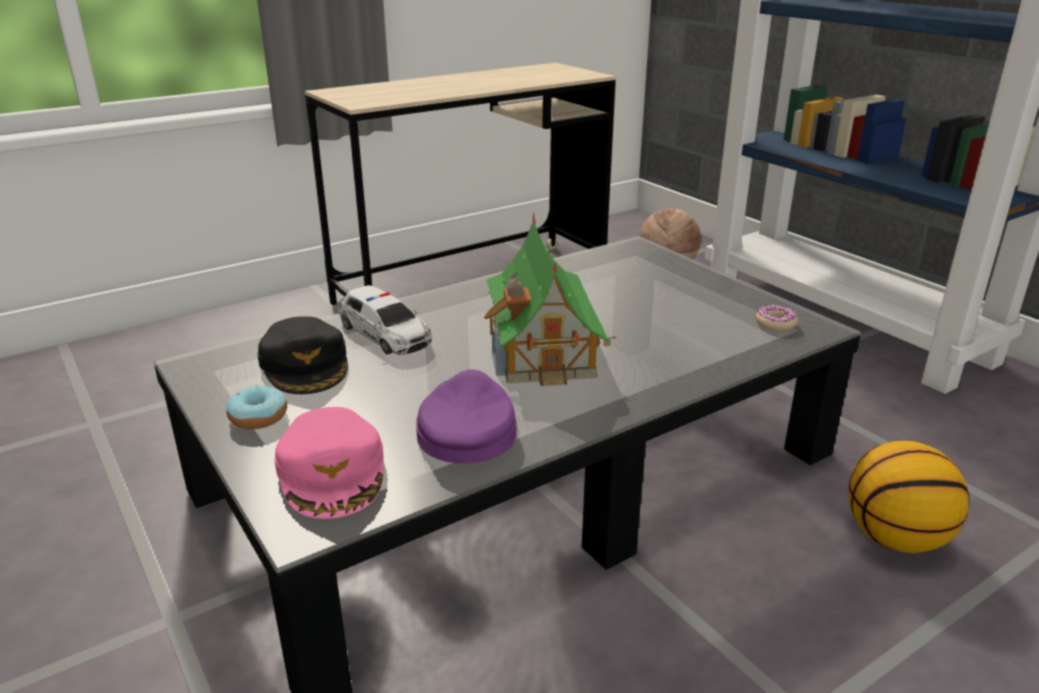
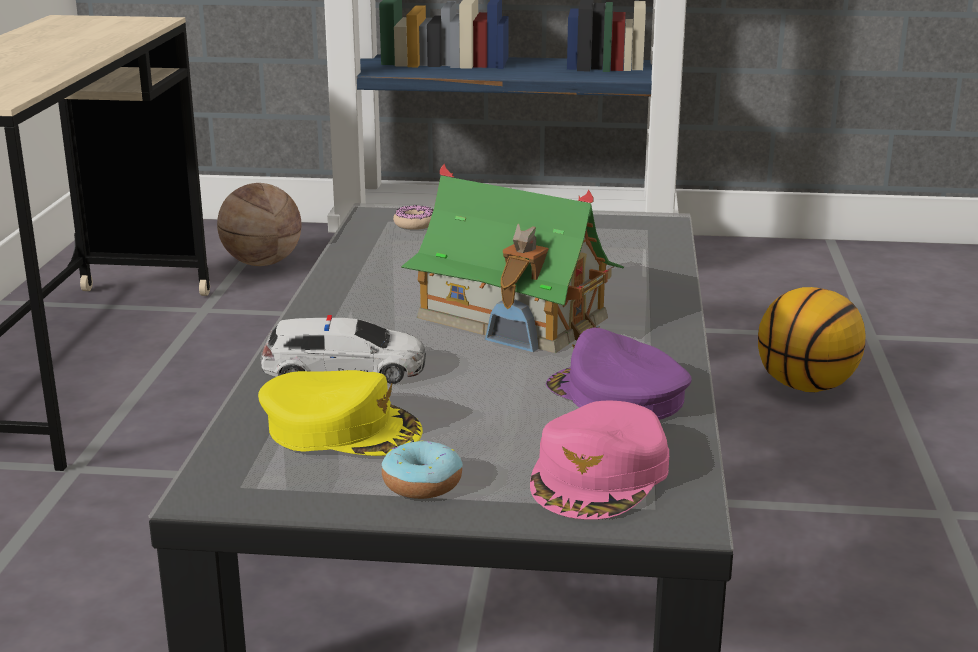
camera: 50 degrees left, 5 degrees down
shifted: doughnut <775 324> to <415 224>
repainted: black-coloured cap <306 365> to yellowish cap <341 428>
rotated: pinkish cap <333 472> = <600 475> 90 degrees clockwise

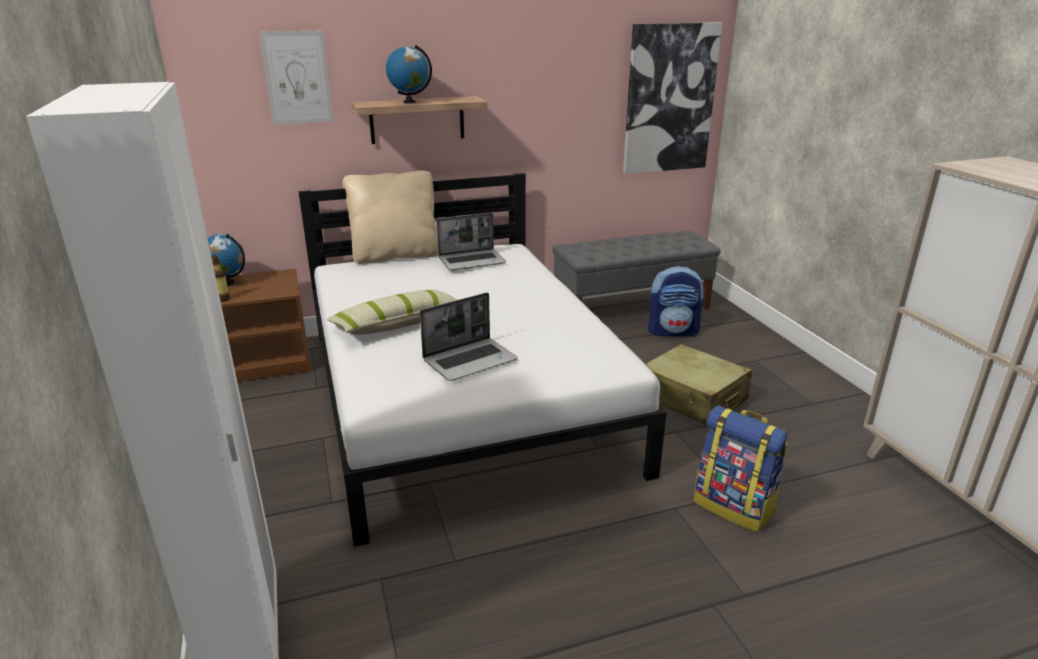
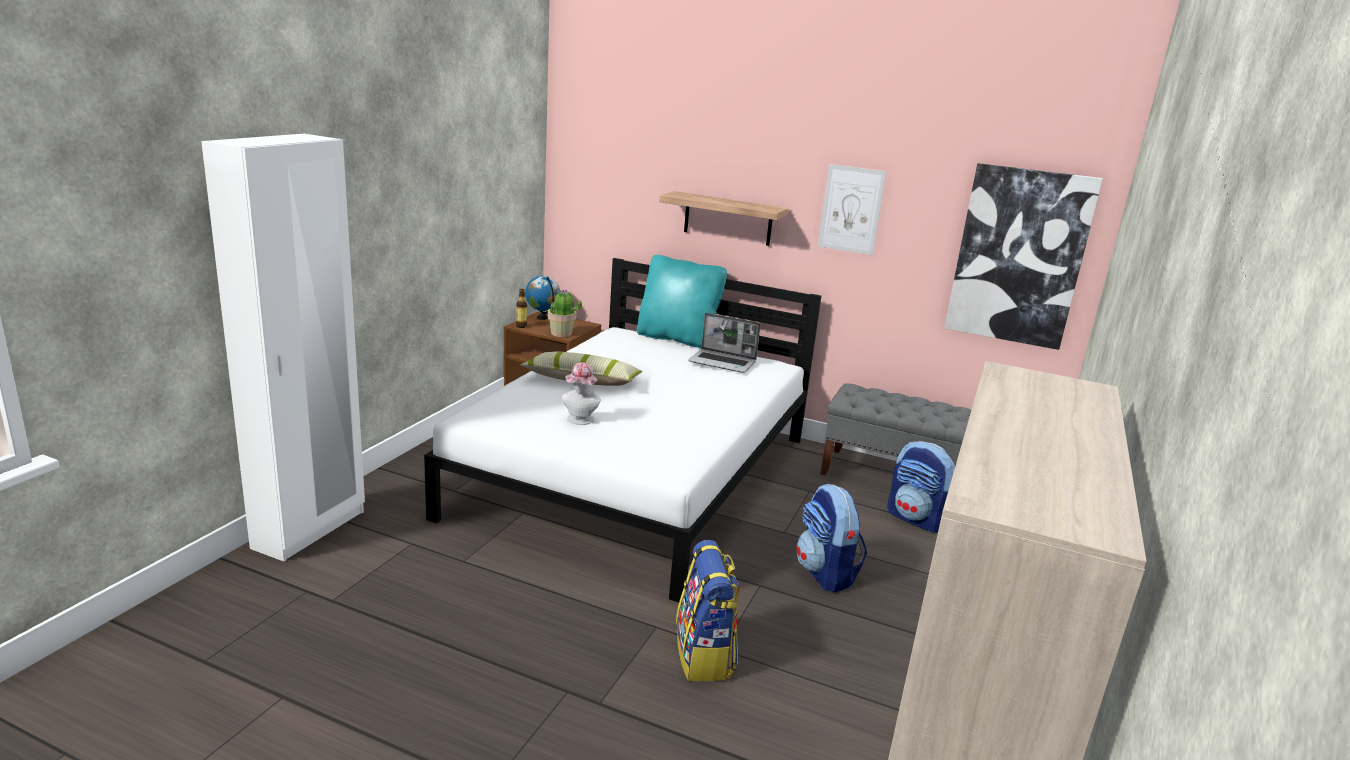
camera: 40 degrees right, 5 degrees down
gone: desk globe <409 102>
new: houseplant <561 334>
shifted: wall picture <297 78> to <851 209>
swapped: laptop <470 360> to hat <580 420>; sand-coloured travel case <692 398> to backpack <826 573>
repainted: sand-coloured throw pillow <395 255> to turquoise throw pillow <677 339>

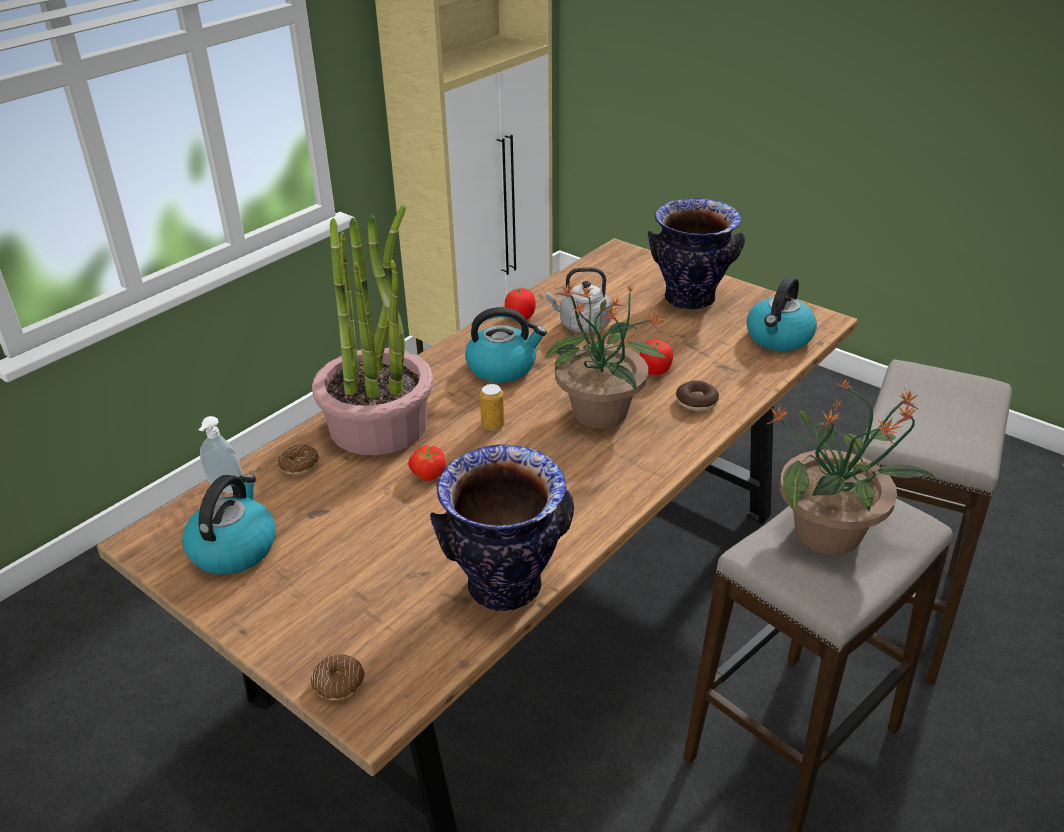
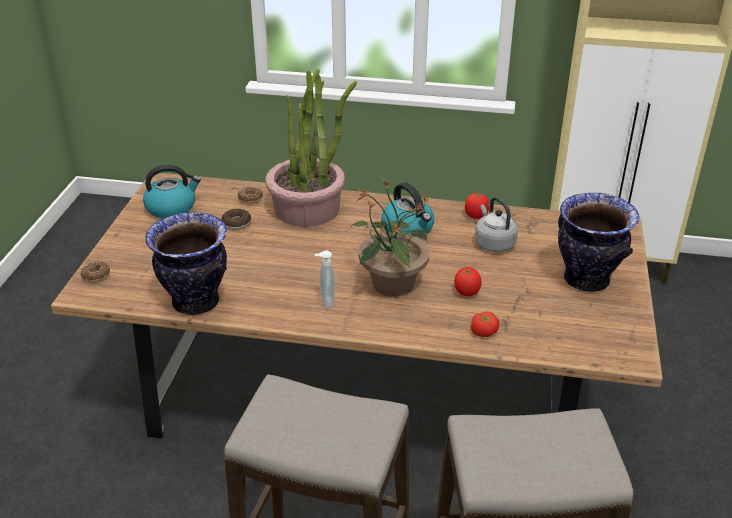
camera: 60 degrees right, 0 degrees up
gone: sealed can <492 425>; tea kettle <779 338>; houseplant <830 533>
shifted: doughnut <696 402> to <236 223>; soap dispenser <225 489> to <326 302>; whole tomato <428 473> to <483 331>

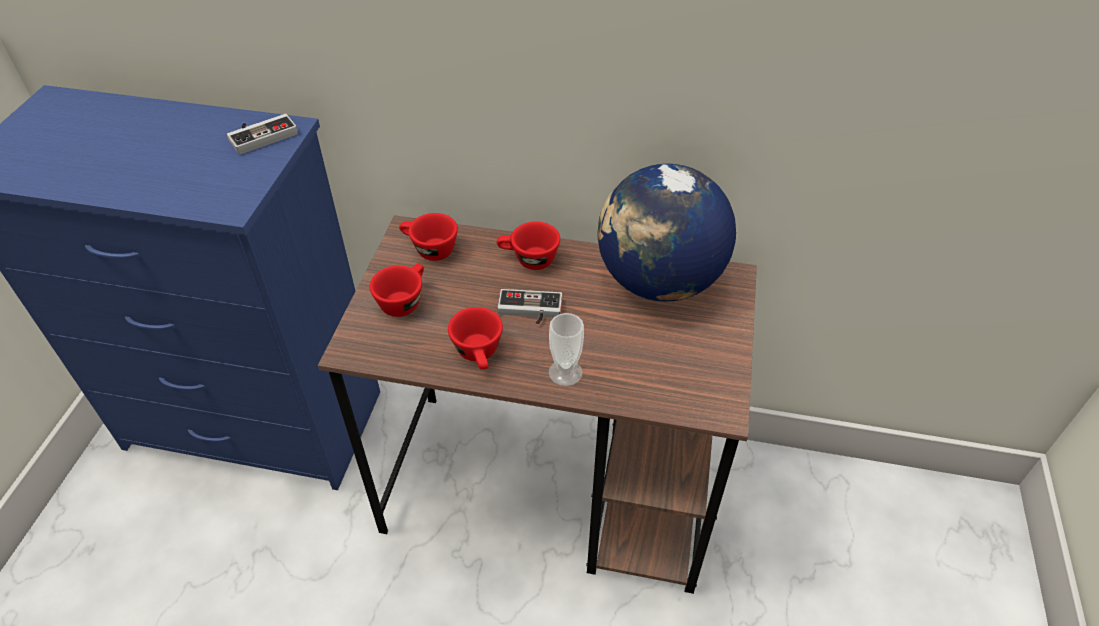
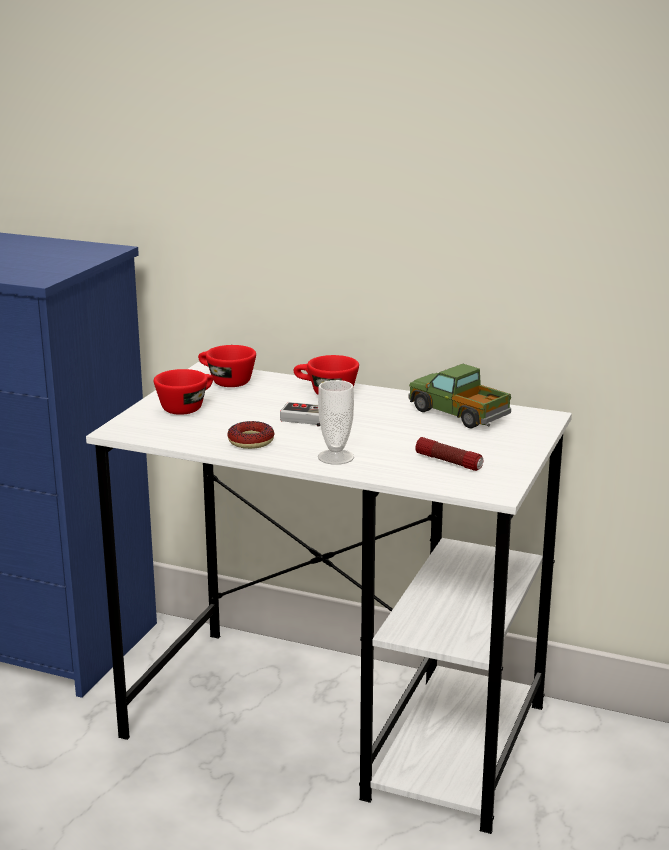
camera: 10 degrees right, 25 degrees down
gone: joypad <261 134>
new: flashlight <449 462>
swapped: red-coloured cup <479 355> to doughnut <251 441>; desk globe <658 282> to toy lorry <458 414>
repainted: brownish desk <552 487> to white-coloured desk <338 722>

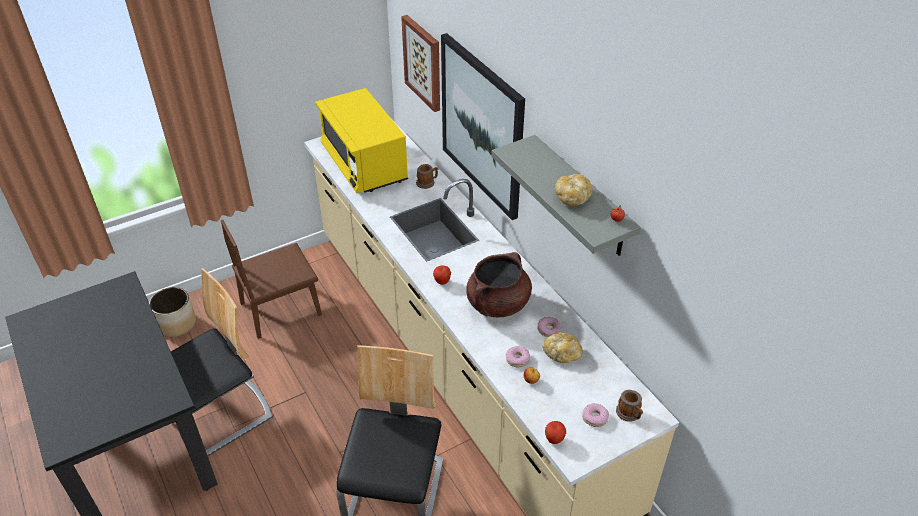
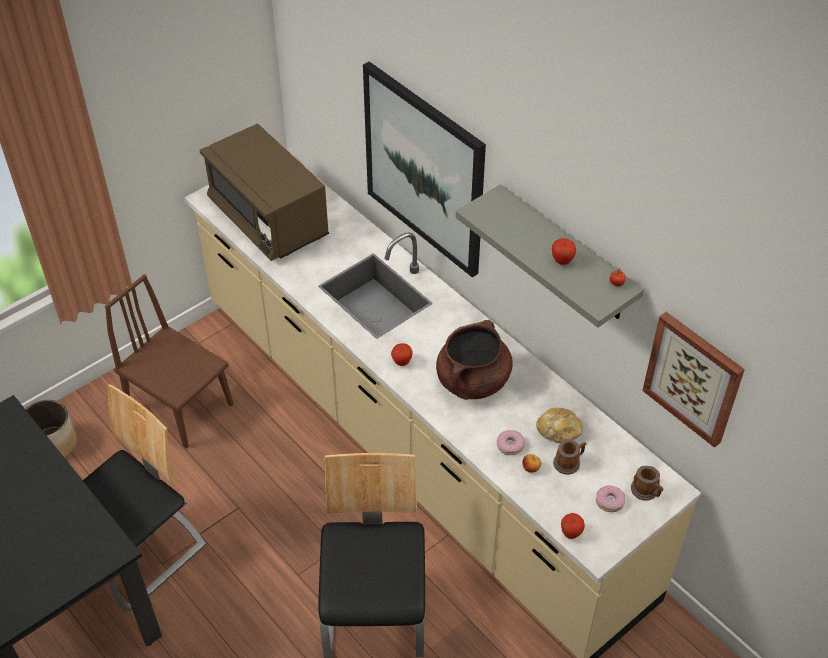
camera: 10 degrees left, 5 degrees up
gone: doughnut <548 329>
shifted: mug <427 182> to <569 462>; wall picture <423 62> to <693 378>
swapped: bakery bread <572 197> to apple fruit <562 261>
repainted: yellowish microwave <364 164> to brownish microwave <268 219>
rotated: brownish chair <281 309> = <180 406> 75 degrees clockwise

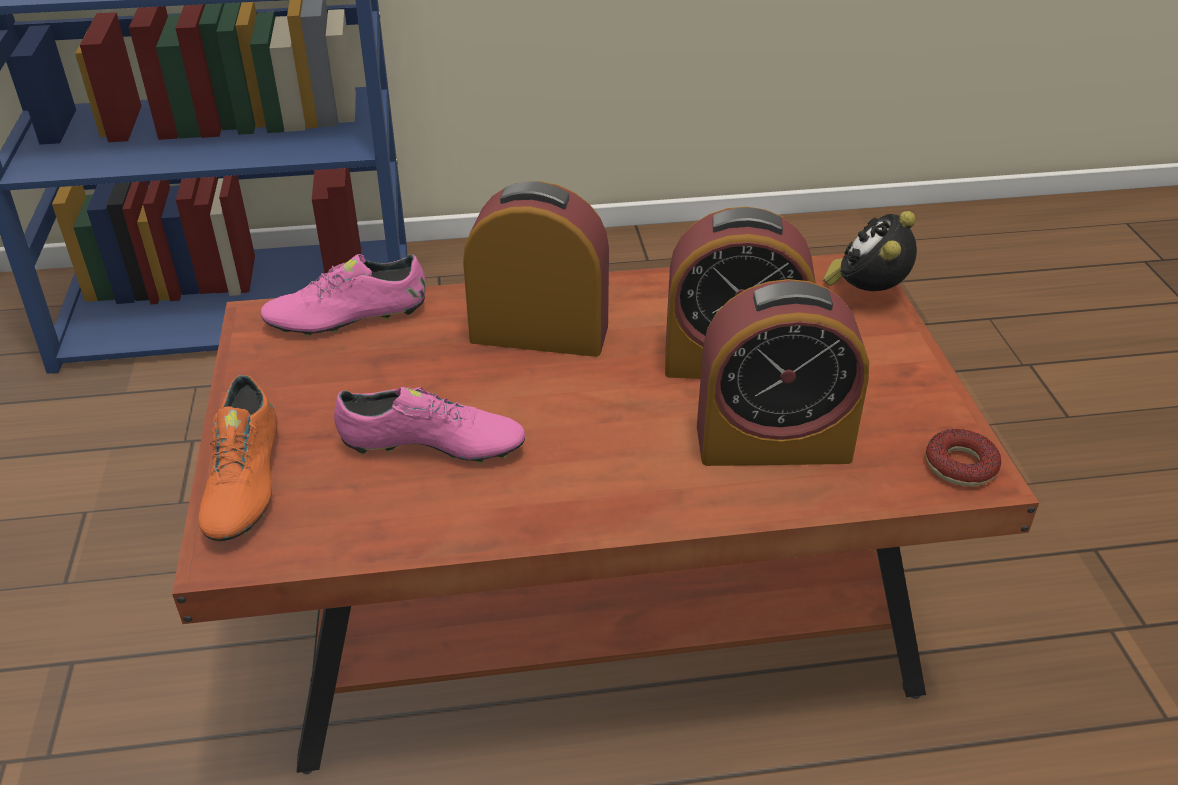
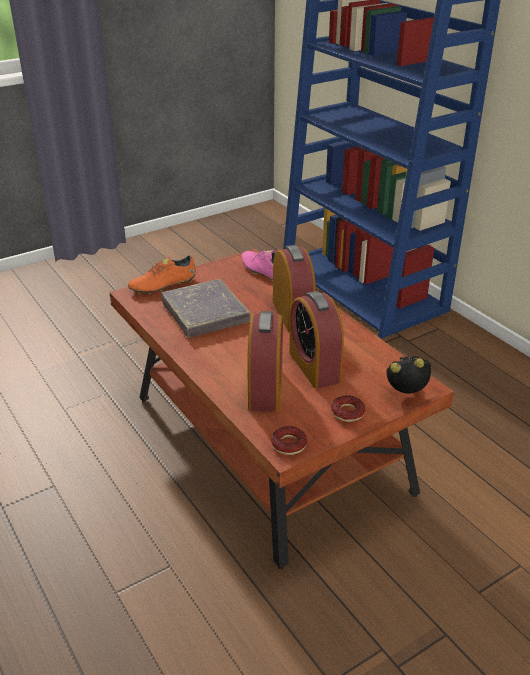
camera: 65 degrees right, 5 degrees down
new: doughnut <347 412>
swapped: pinkish item of footwear <432 447> to grey volume <205 313>
rotated: alarm clock <773 443> = <265 389> 150 degrees counterclockwise

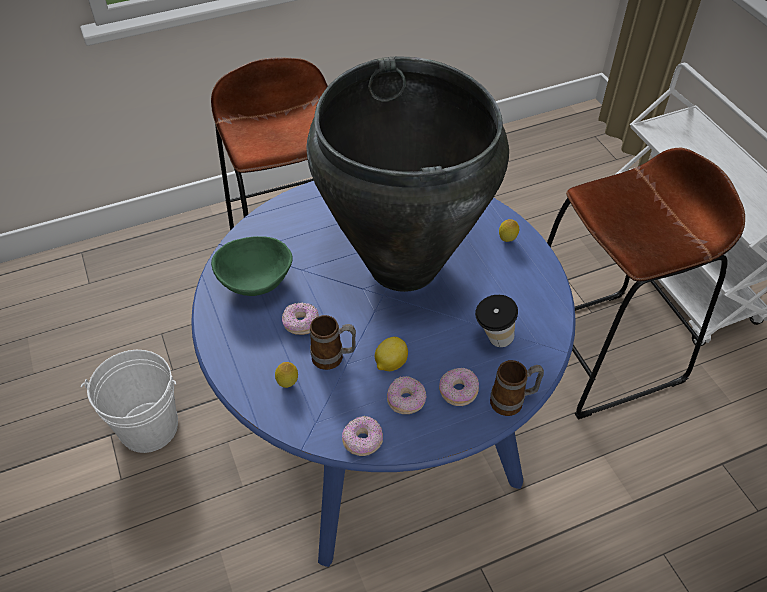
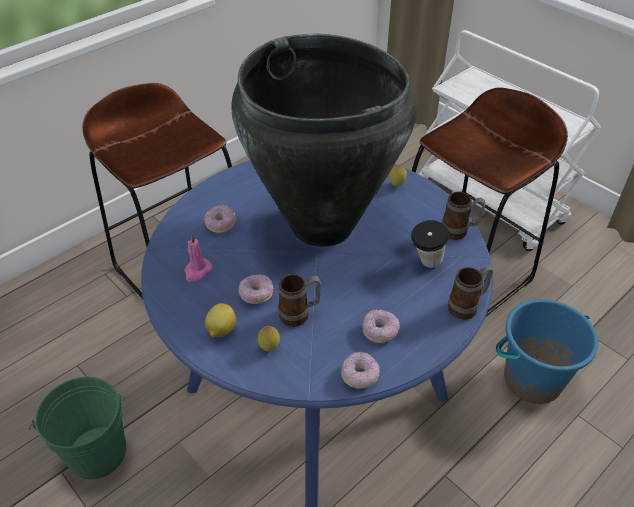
camera: 20 degrees left, 5 degrees down
new: mug <459 232>; blue-coloured bucket <532 379>
shifted: doughnut <458 391> to <220 224>; citrus fruit <390 363> to <221 330>
swapped: green-coloured serving bowl <255 282> to pinkish wax light <197 271>
repainted: white-coloured bucket <148 427> to green-coloured bucket <97 453>

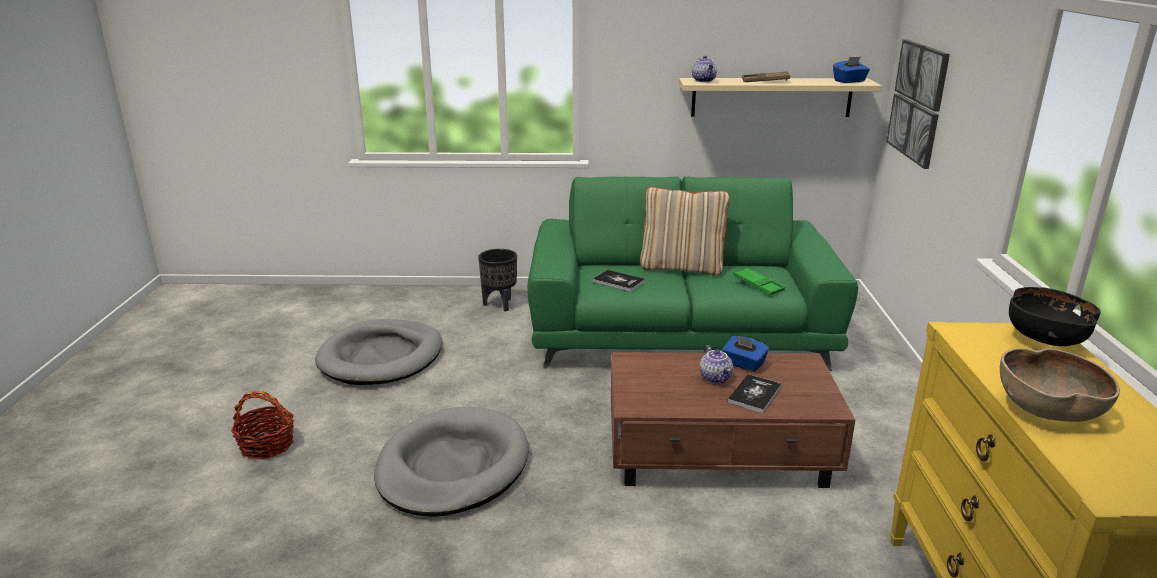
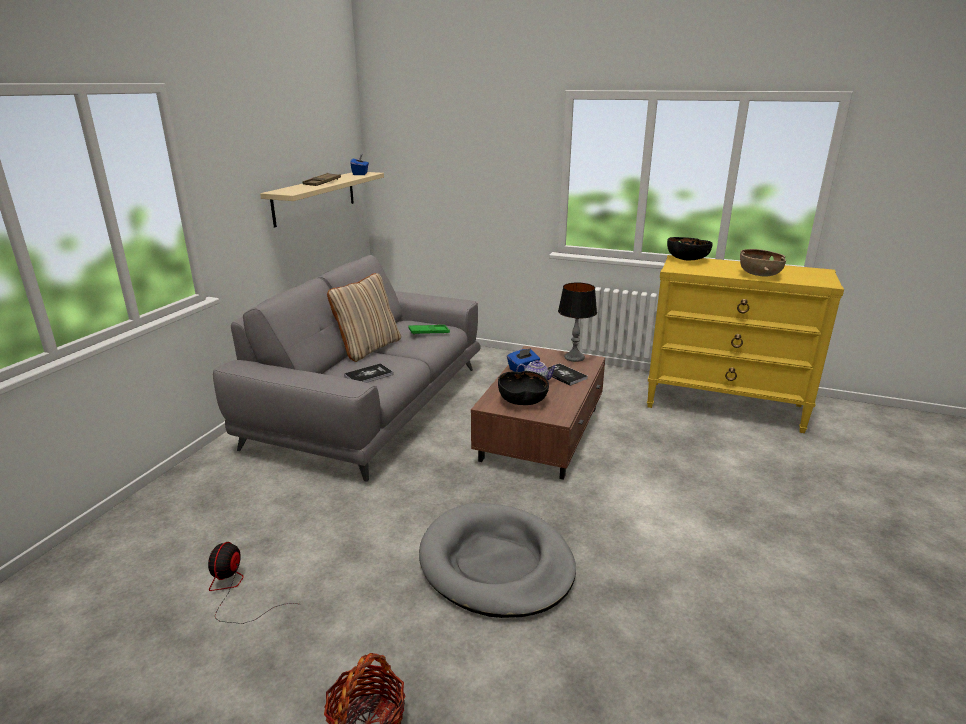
camera: 70 degrees left, 0 degrees up
gone: black-coloured plant pot <500 304>; pot for tea <704 80>; wall picture <917 102>
new: black-coloured serving bowl <522 401>; table lamp <574 357>
swapped: grey dog bed <381 357> to fan <235 591>
repainted: green-coloured sofa <680 332> to grey sofa <370 405>

